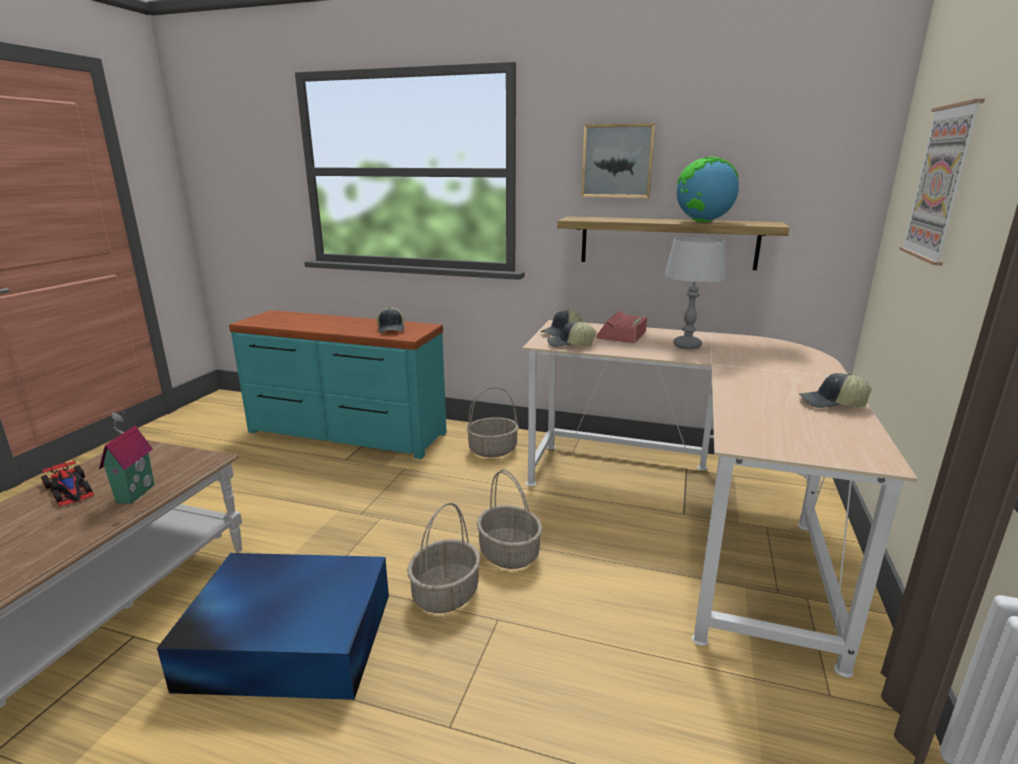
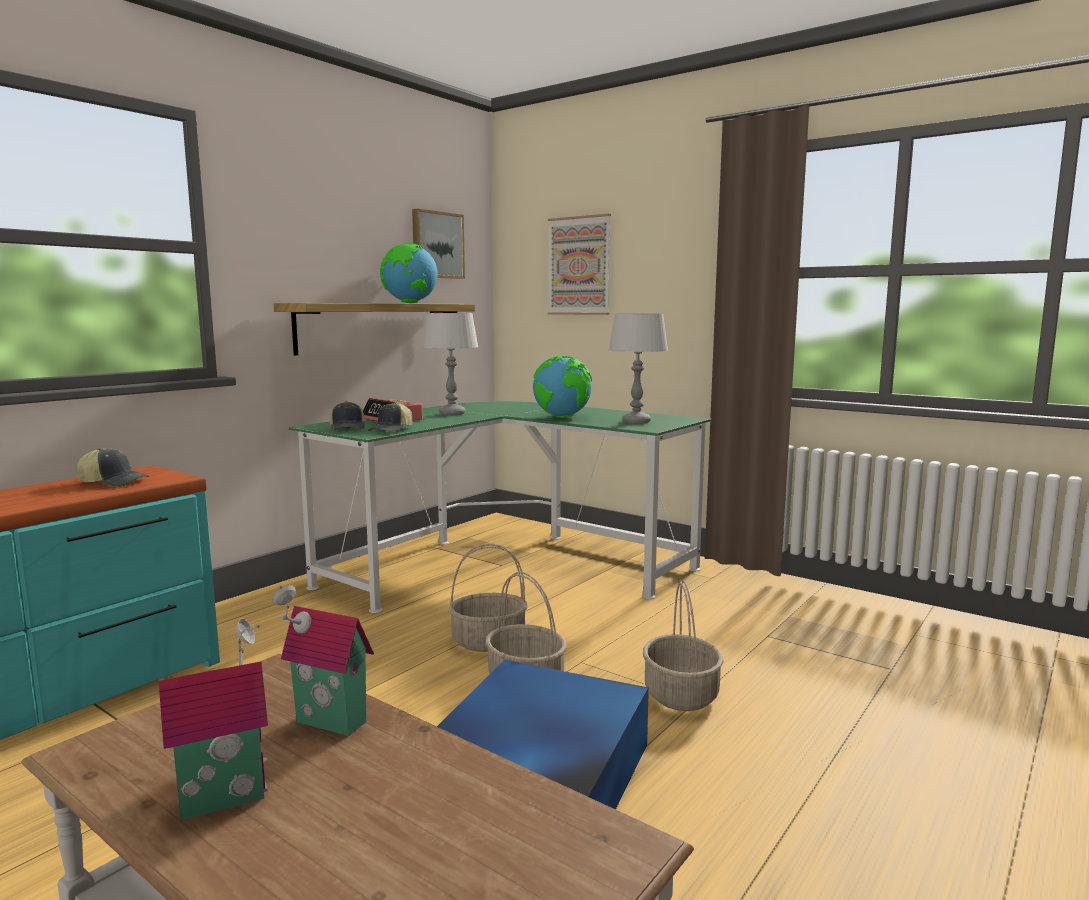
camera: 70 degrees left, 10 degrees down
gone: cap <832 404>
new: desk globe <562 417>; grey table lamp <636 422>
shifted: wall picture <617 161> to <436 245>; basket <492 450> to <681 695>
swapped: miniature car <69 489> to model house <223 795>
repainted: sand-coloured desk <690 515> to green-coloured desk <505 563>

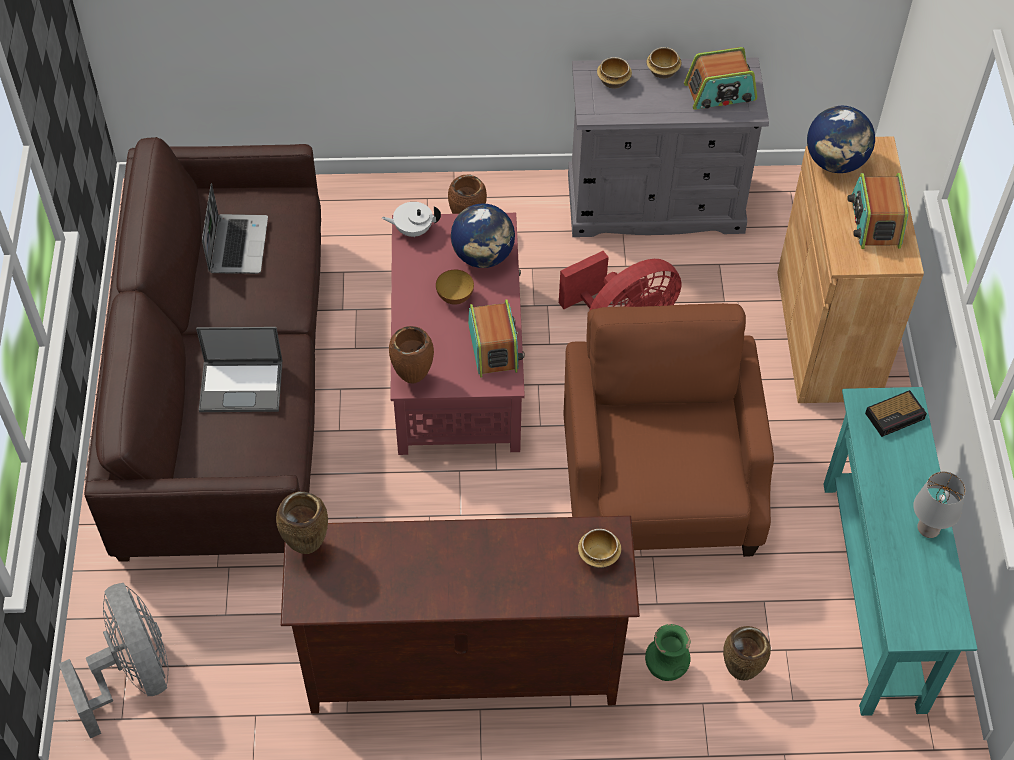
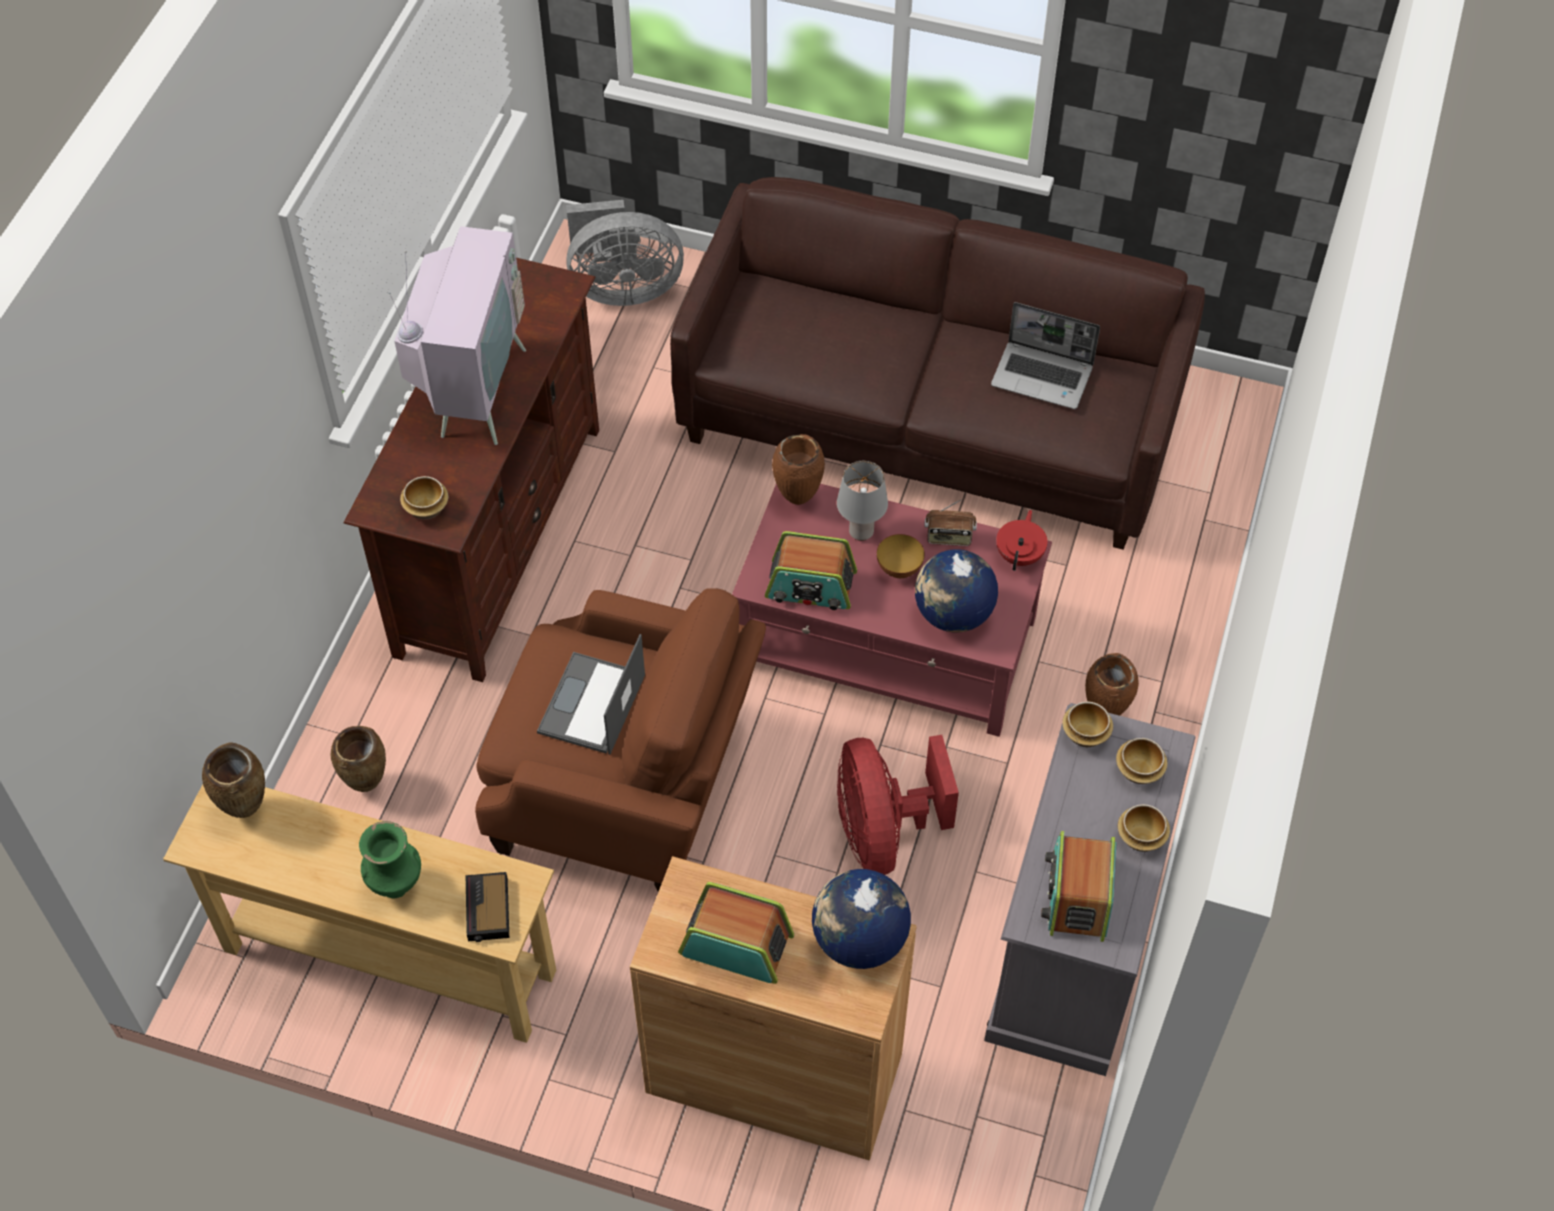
camera: 110 degrees right, 0 degrees up
new: TV <472 390>; radio receiver <949 537>; serving bowl <1084 734>
shifted: brownish flower vase <307 546> to <247 810>; green-coloured flower vase <664 670> to <397 884>; laptop <242 385> to <592 705>; grey table lamp <928 530> to <860 533>
repainted: turquoise console table <874 594> to sand-coloured console table <389 962>; white-coloured pot for tea <413 229> to red-coloured pot for tea <1020 555>

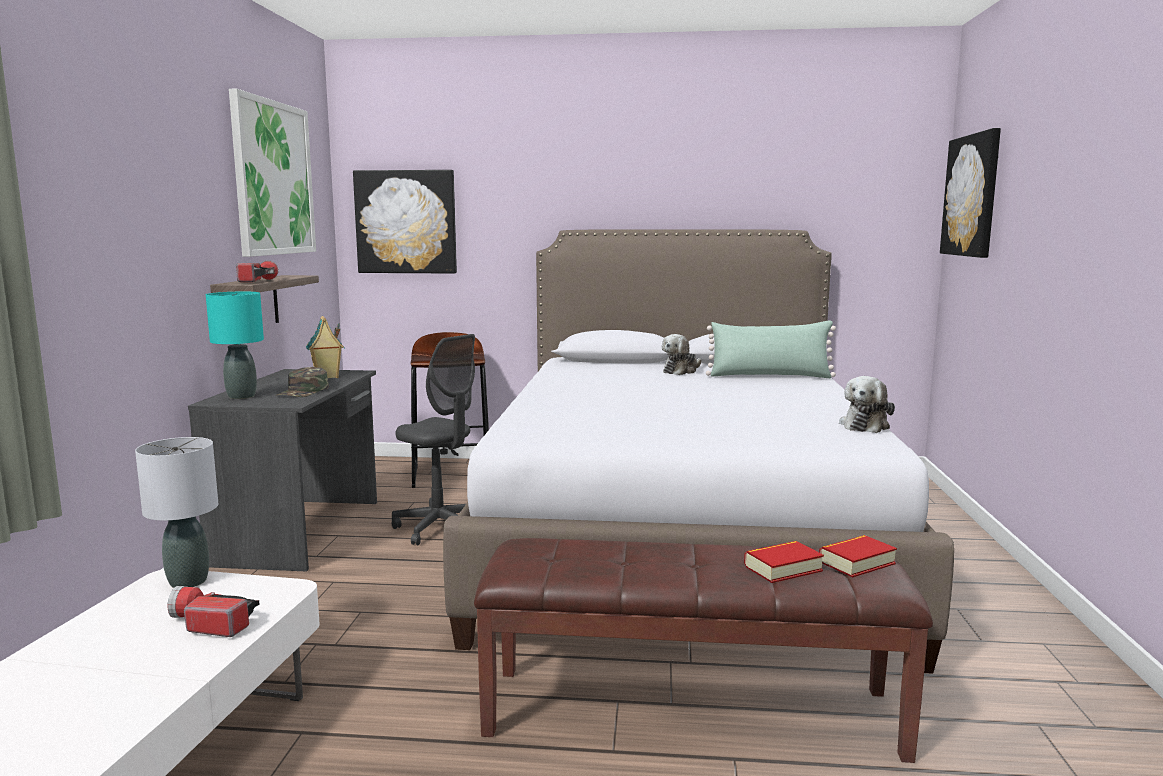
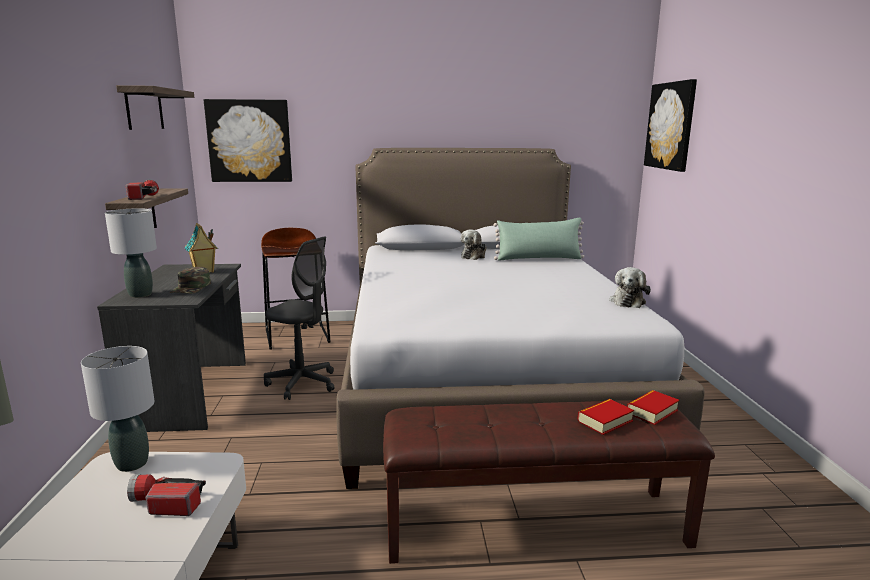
camera: 10 degrees left, 5 degrees up
swapped: wall picture <273 178> to bracket shelf <144 109>
repainted: turquoise table lamp <242 396> to grey table lamp <141 294>

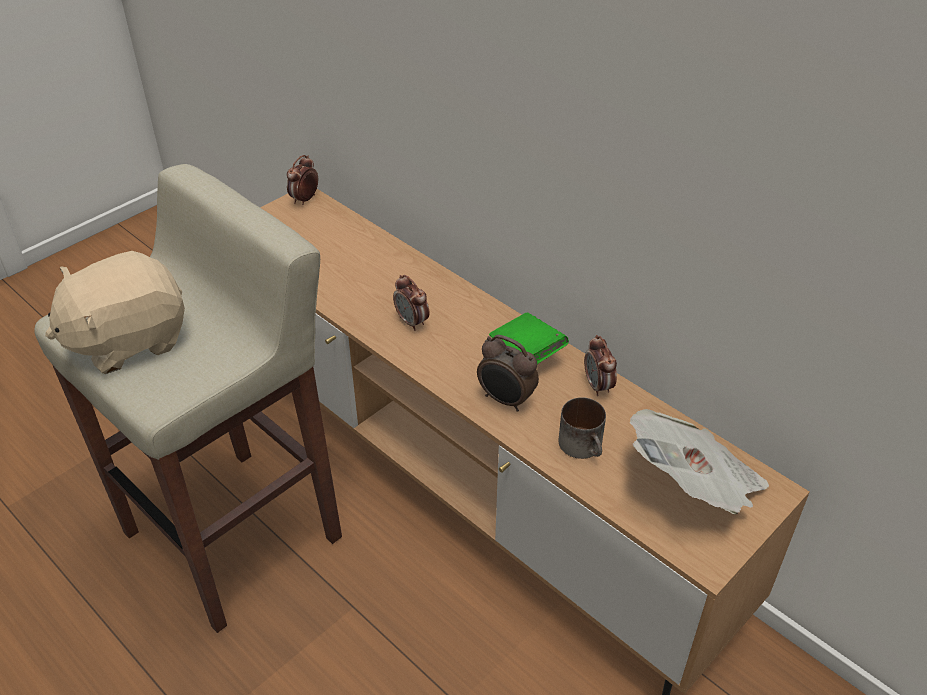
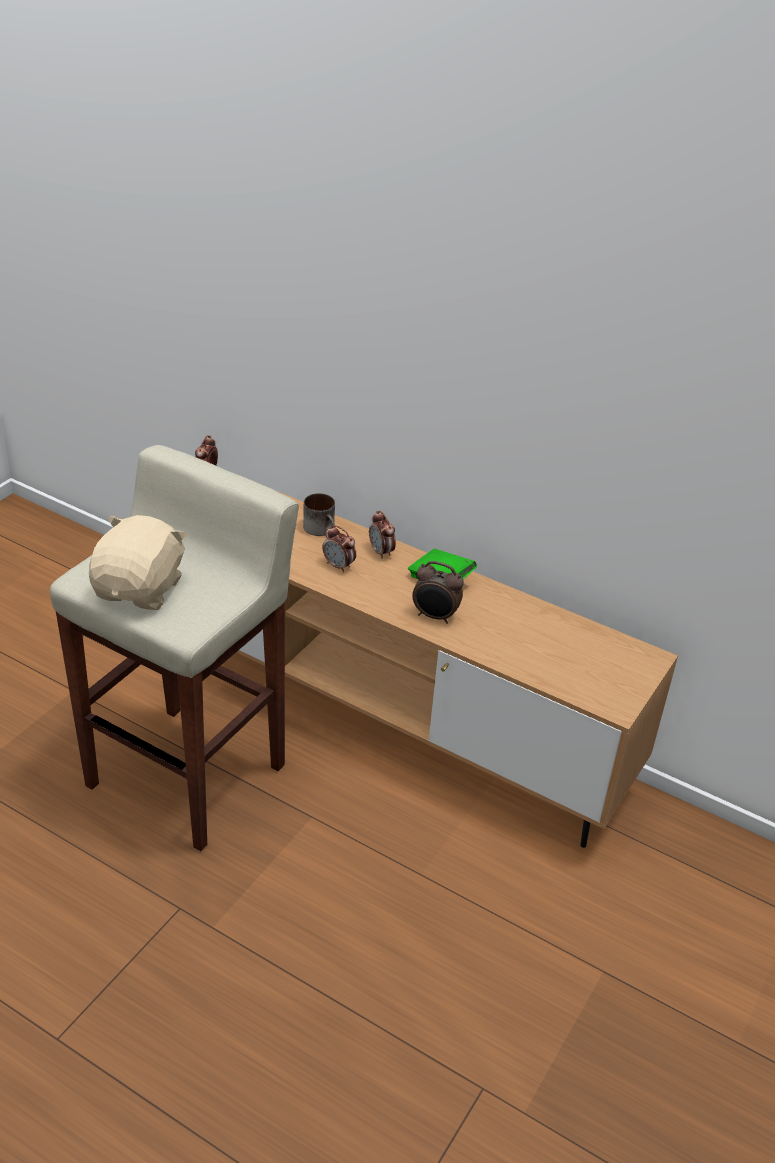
camera: 15 degrees left, 5 degrees down
gone: daily paper <694 485>
shifted: mug <584 446> to <322 529>; alarm clock <598 386> to <381 552>
rotated: sand-coloured cuddly toy <128 340> = <140 589> 150 degrees clockwise

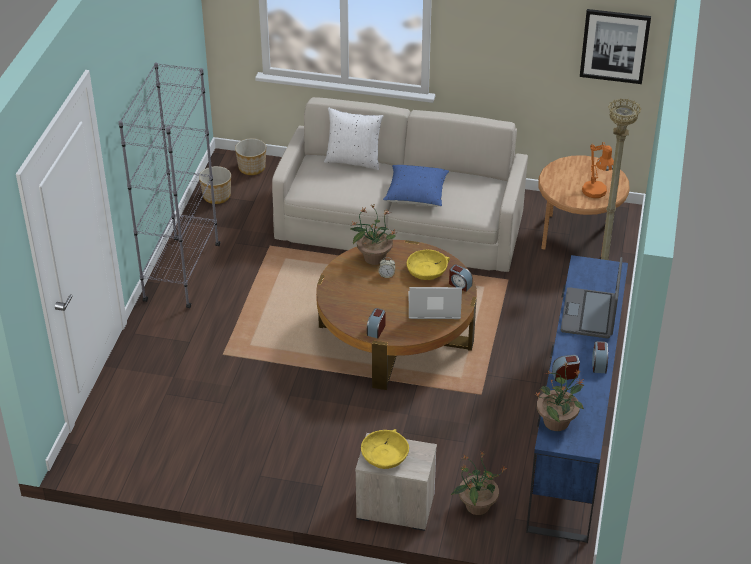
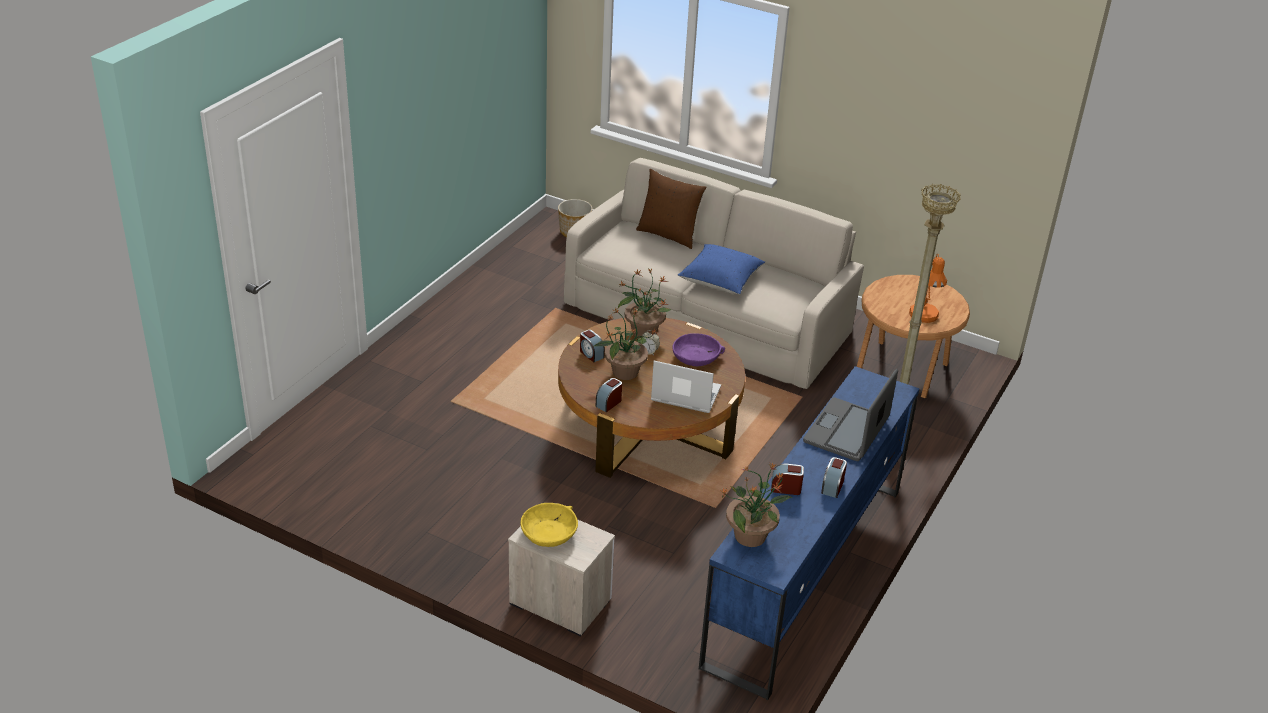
camera: 15 degrees right, 5 degrees down
gone: grey bookshelf <182 273>; plant pot <216 196>; wall picture <614 46>
shifted: alarm clock <460 284> to <591 354>; houseplant <476 506> to <624 372>
repainted: white-coloured throw pillow <353 161> to brownish throw pillow <668 235>; yellowish serving bowl <427 270> to purple-coloured serving bowl <696 356>

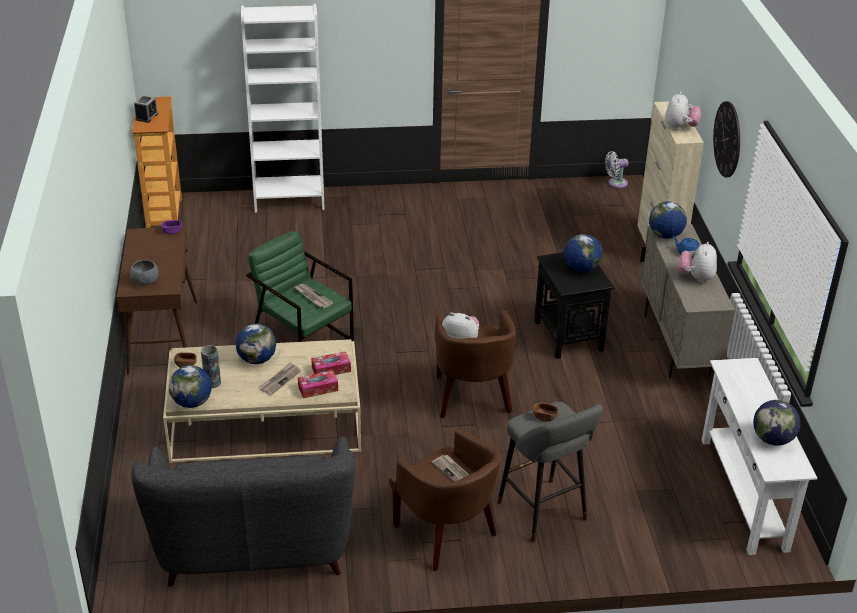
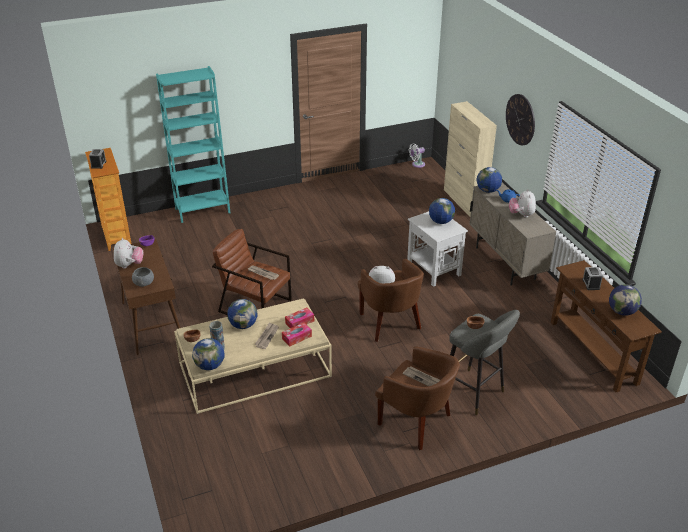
camera: 15 degrees left, 0 degrees up
gone: grey sofa <254 547>
new: alarm clock <591 284>
shifted: cuddly toy <680 127> to <129 265>
repainted: white-coloured bookshelf <289 200> to turquoise bookshelf <202 210>; green-coloured easy chair <303 339> to brownish easy chair <255 305>; black-coloured side table <568 336> to white-coloured side table <434 270>; white-coloured console table <744 493> to brownish console table <593 352>

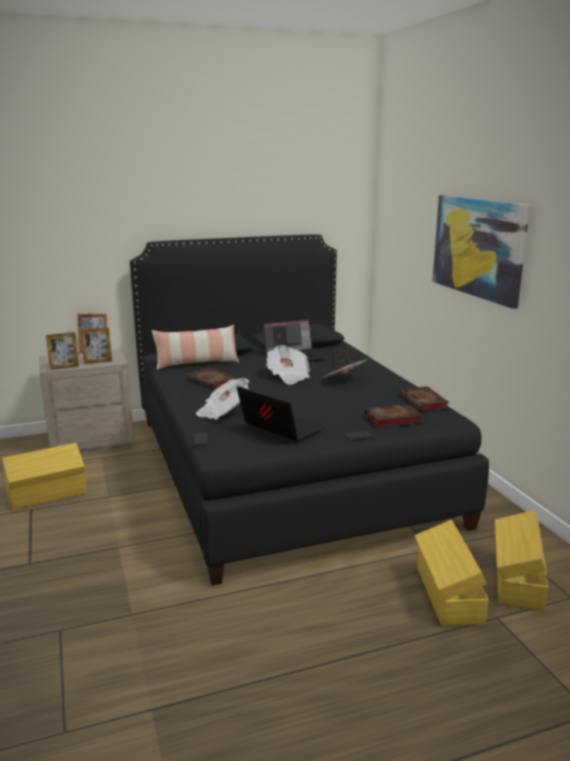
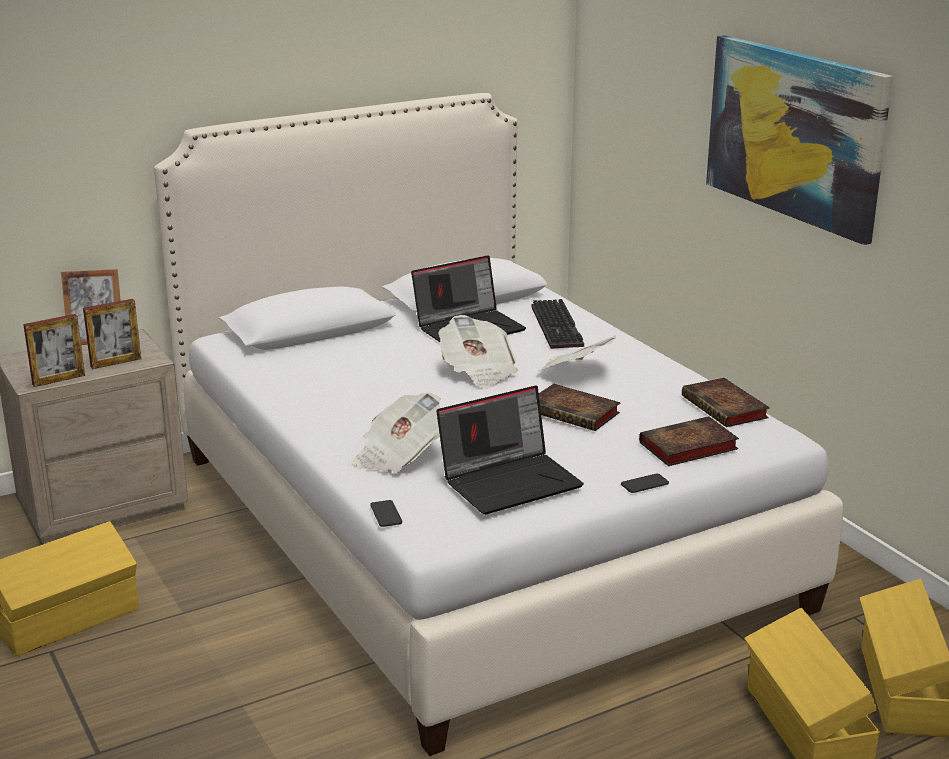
camera: 10 degrees left, 5 degrees up
gone: throw pillow <197 363>
shifted: volume <213 381> to <575 413>
repainted: black-coloured bed <284 467> to white-coloured bed <472 527>
rotated: laptop <279 428> = <511 481> 120 degrees clockwise

